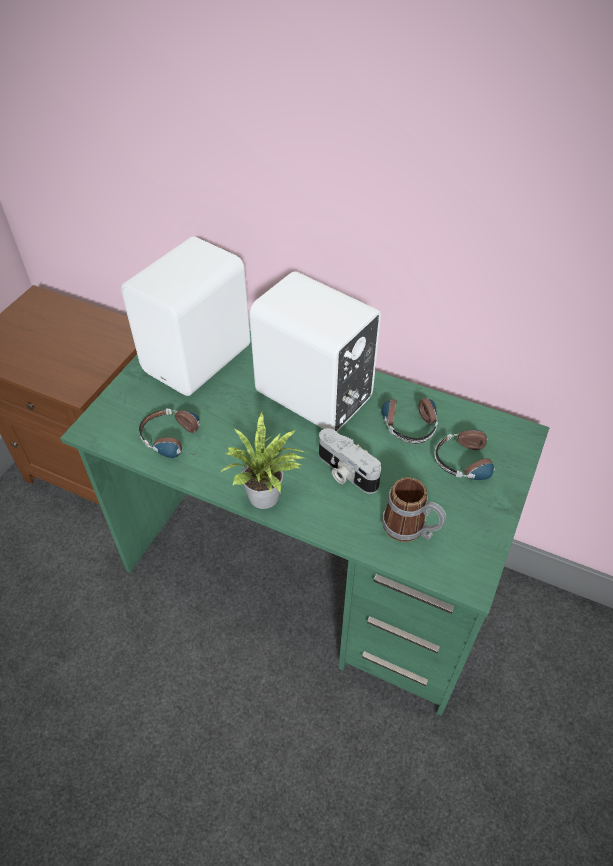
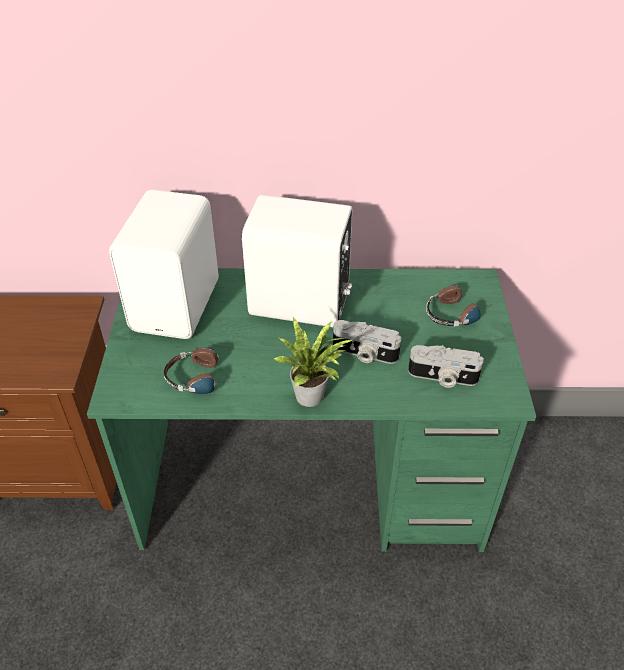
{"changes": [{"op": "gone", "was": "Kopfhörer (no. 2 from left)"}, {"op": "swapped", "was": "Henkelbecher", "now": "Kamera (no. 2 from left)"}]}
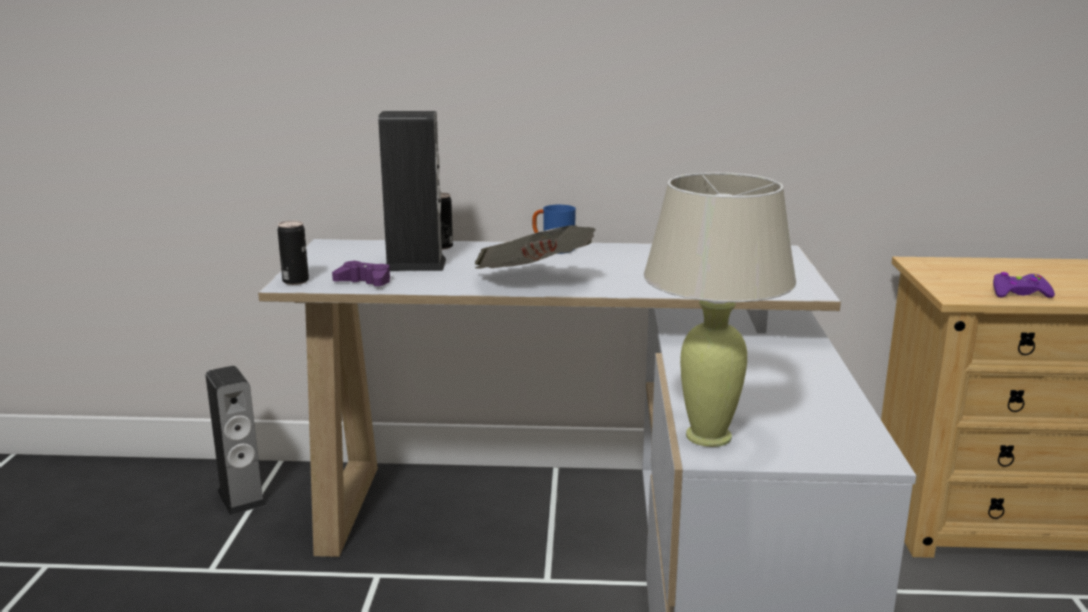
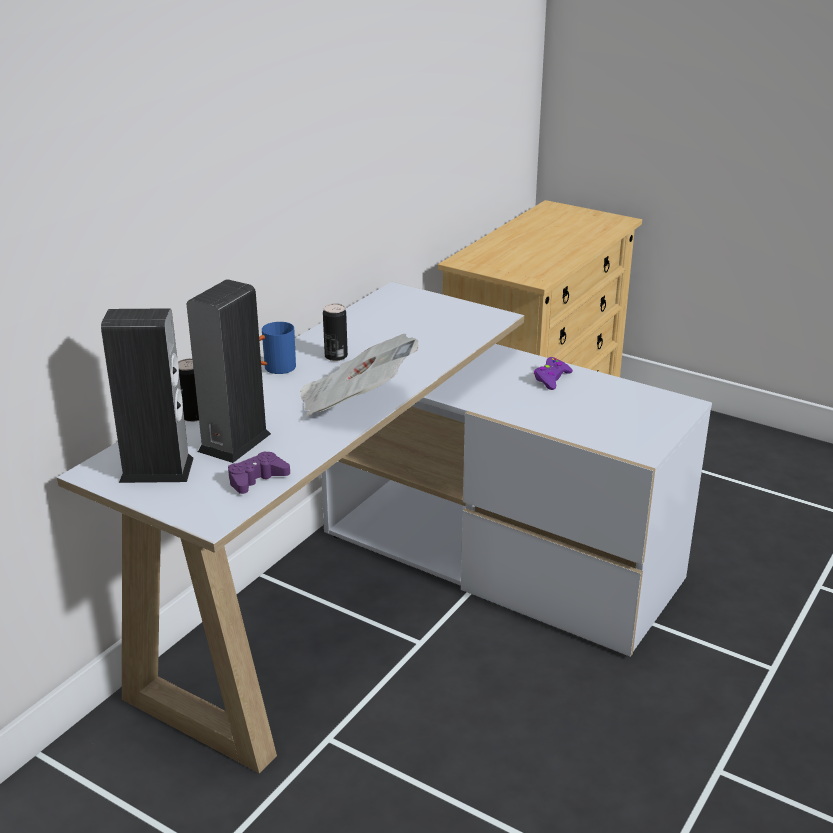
{"changes": [{"op": "shifted", "was": "Lautsprecher (no. 1 from left)"}, {"op": "shifted", "was": "Dose (no. 1 from left in the first image)", "now": "Dose (no. 2 from left)"}, {"op": "gone", "was": "Tischlampe (beige)"}, {"op": "shifted", "was": "Gamepad (lila) (no. 2 from left)"}]}
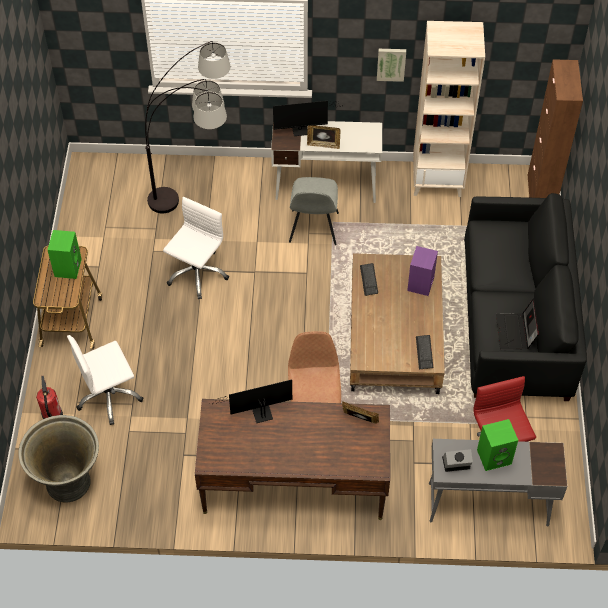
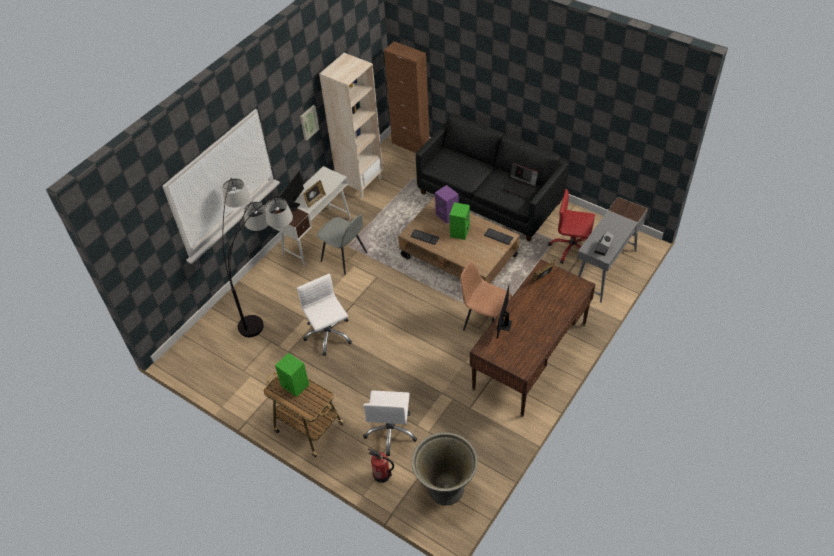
{"changes": [{"op": "shifted", "was": "Lautsprecher (grün) (no. 2 from left)"}]}
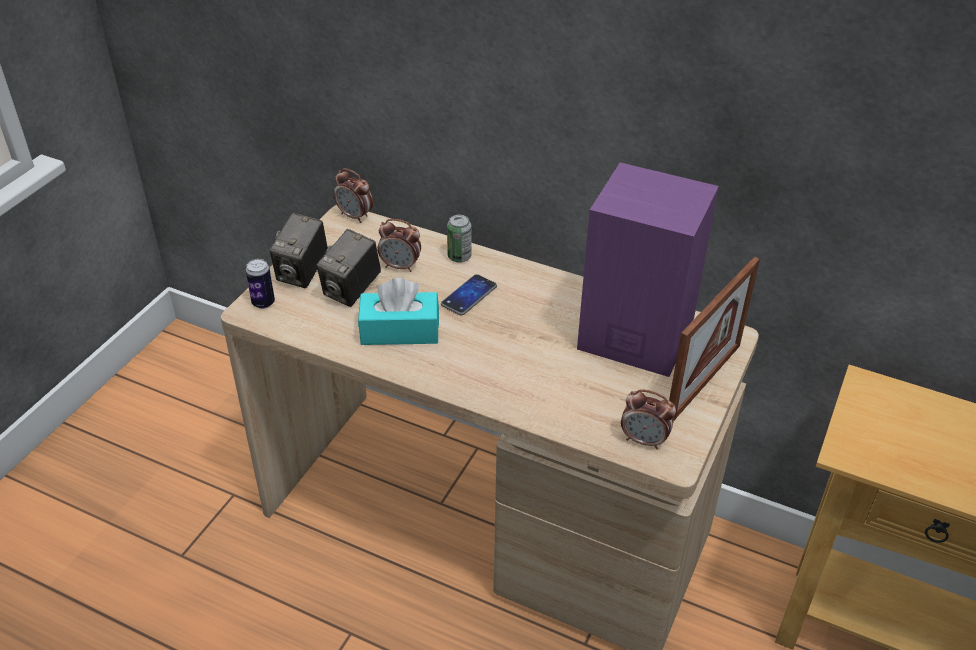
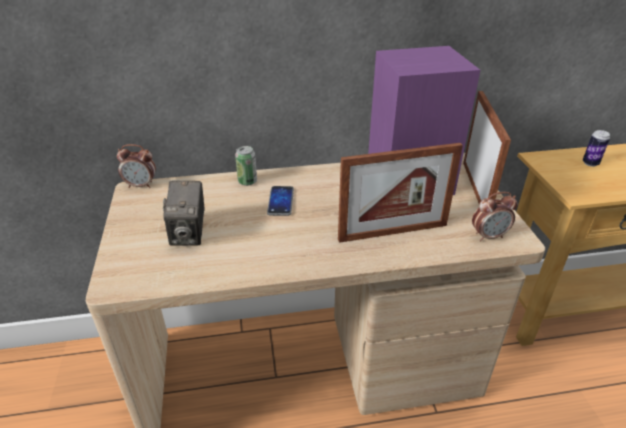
{"changes": [{"op": "shifted", "was": "Dose (no. 1 from left in the first image)", "now": "Dose (no. 2 from left)"}, {"op": "gone", "was": "Kamera (no. 1 from left)"}, {"op": "gone", "was": "Taschentuchbox (türkis)"}, {"op": "gone", "was": "Wecker (no. 2 from left)"}, {"op": "new", "now": "Bilderrahmen (no. 1 from left)"}]}
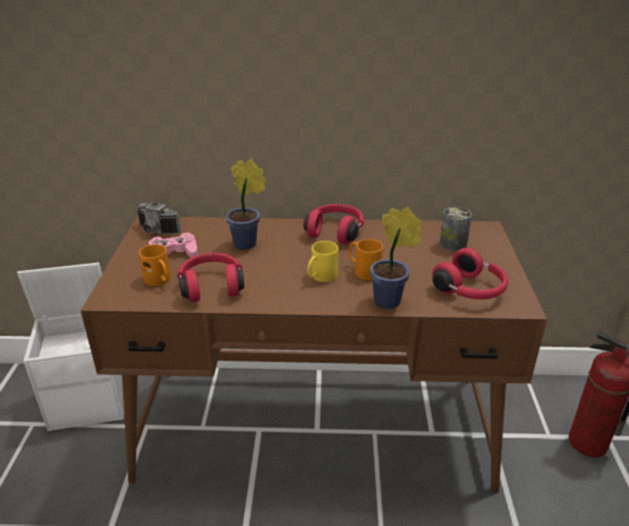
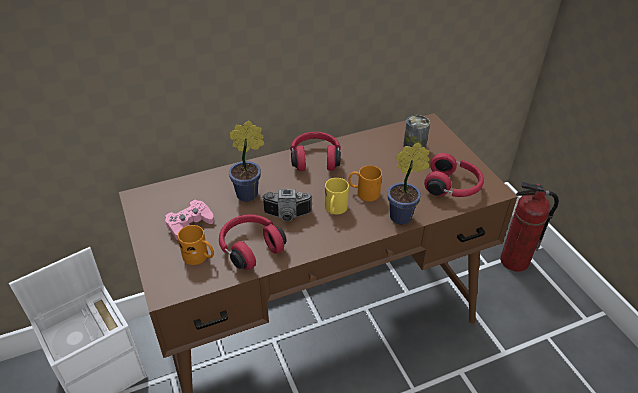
{"changes": [{"op": "shifted", "was": "Kamera"}]}
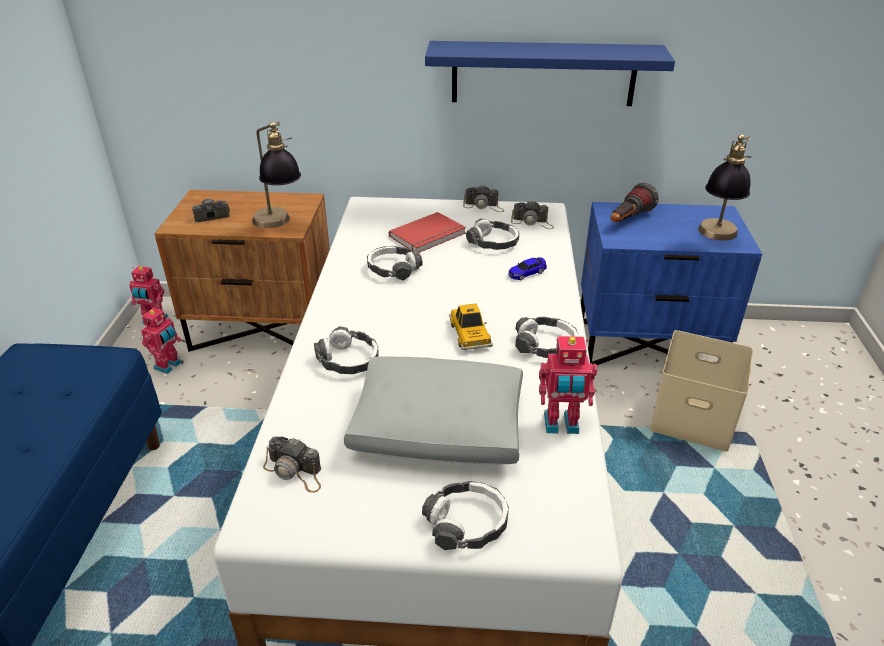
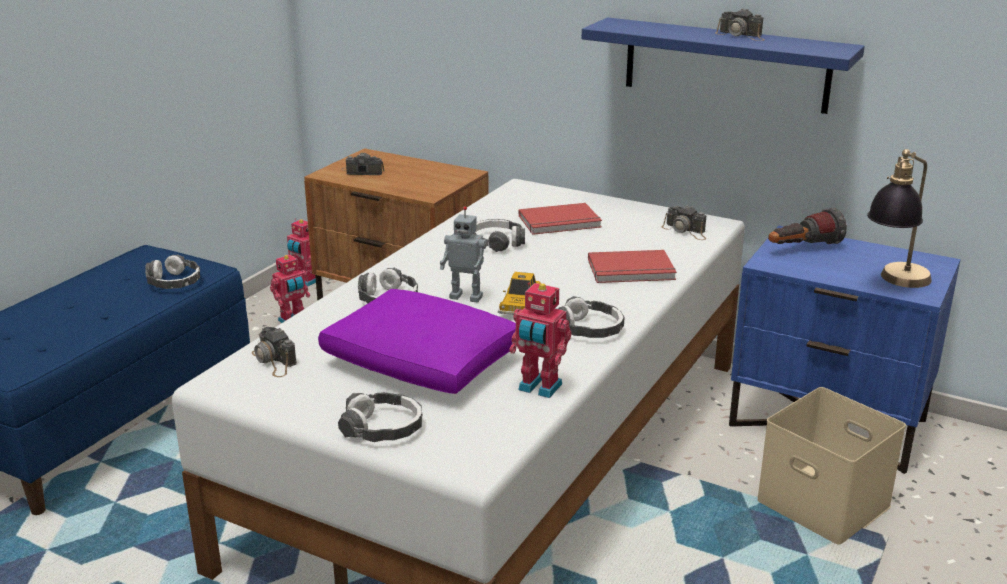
{"changes": [{"op": "gone", "was": "Tischlampe (no. 1 from left)"}, {"op": "repainted", "was": "Kissen (grau)", "now": "Kissen (lila)"}, {"op": "shifted", "was": "Kamera (no. 3 from left in the first image)", "now": "Kamera (no. 4 from left)"}, {"op": "shifted", "was": "Kopfhörer (no. 4 from left in the first image)", "now": "Kopfhörer (no. 1 from left)"}, {"op": "swapped", "was": "Spielzeugauto (no. 2 from left)", "now": "Buch (rot) (no. 2 from left)"}, {"op": "new", "now": "Spielzeugroboter (no. 3 from left)"}]}
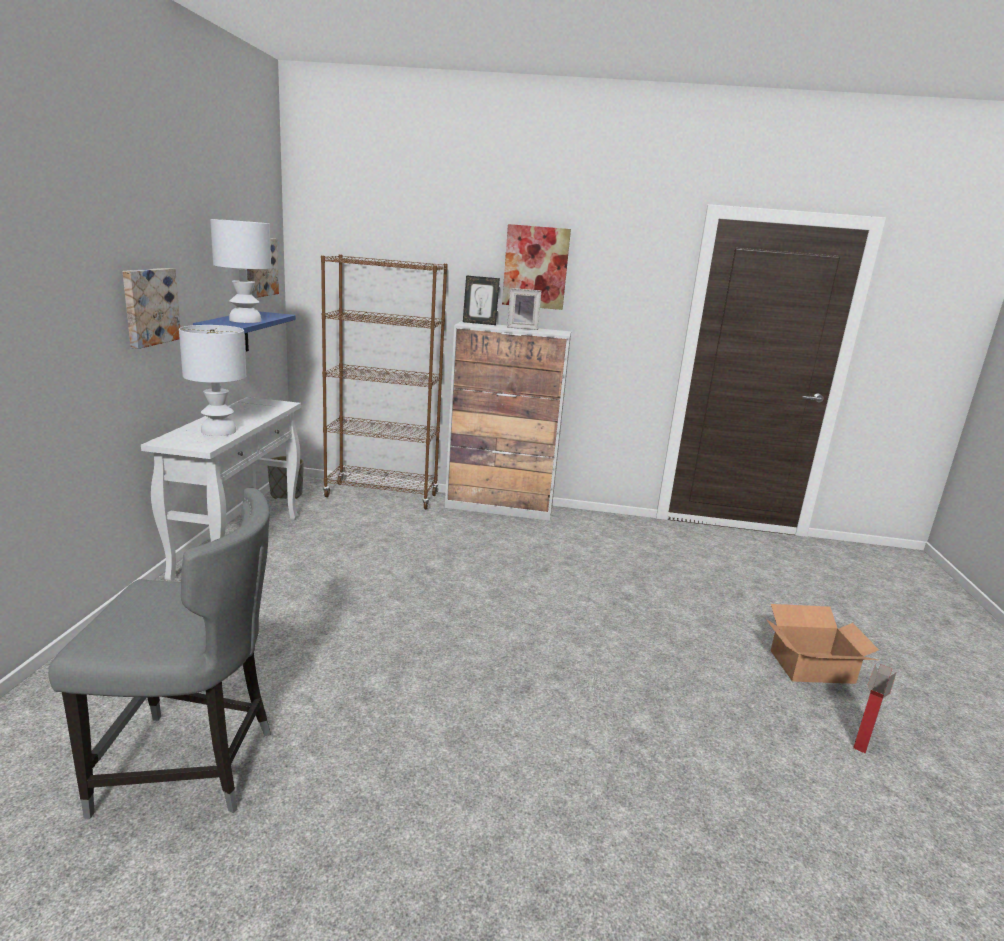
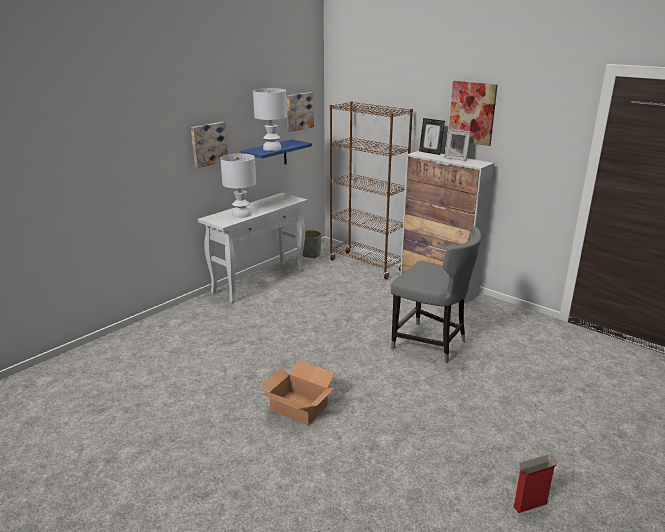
{"changes": [{"op": "shifted", "was": "Stuhl (grau)"}, {"op": "shifted", "was": "Karton (no. 1 from left)"}]}
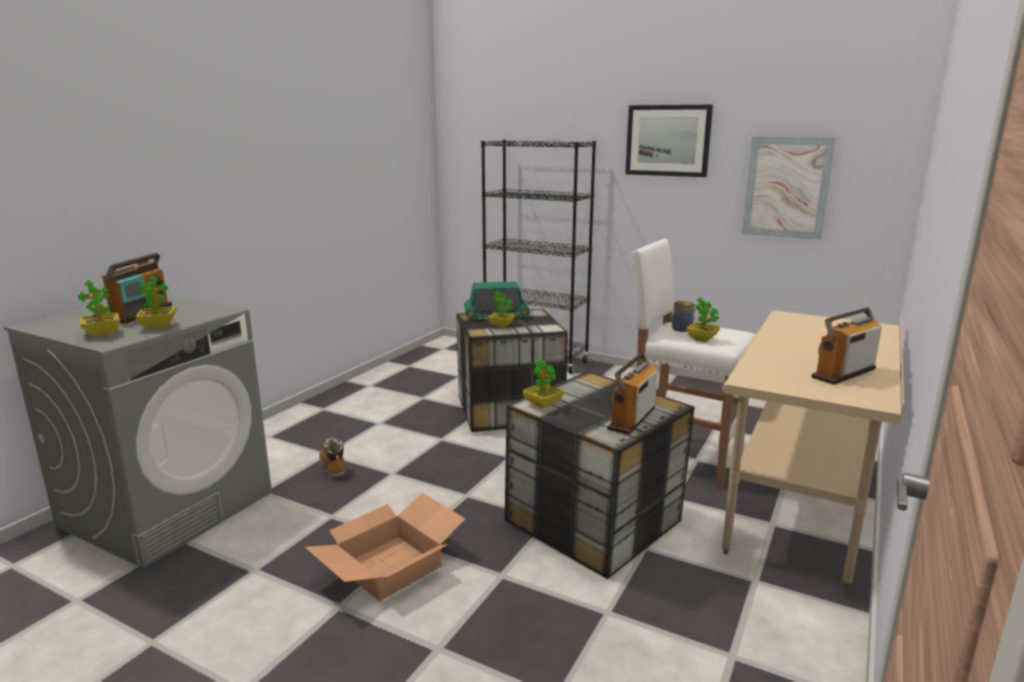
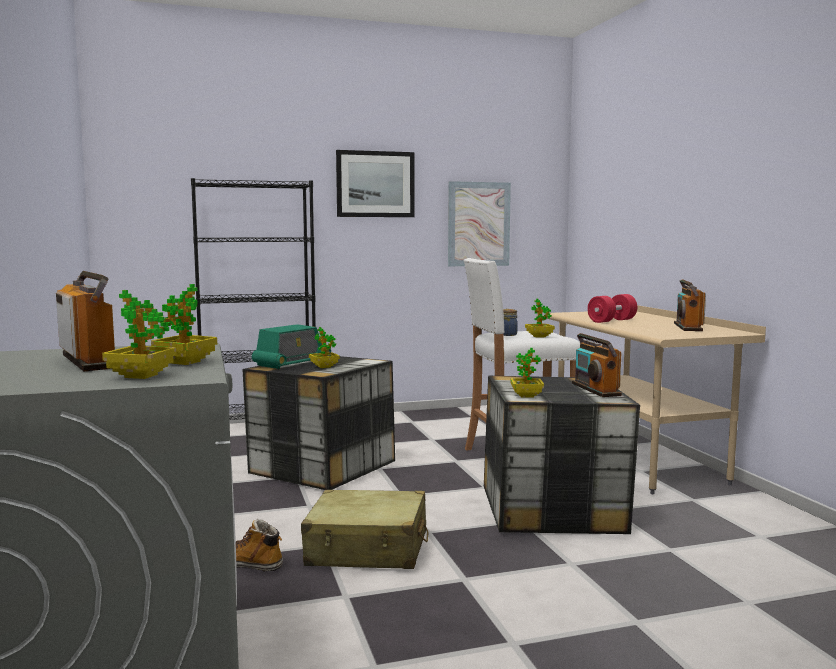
{"changes": [{"op": "gone", "was": "Karton"}, {"op": "new", "now": "Koffer (beige)"}, {"op": "new", "now": "Hantel (rot)"}]}
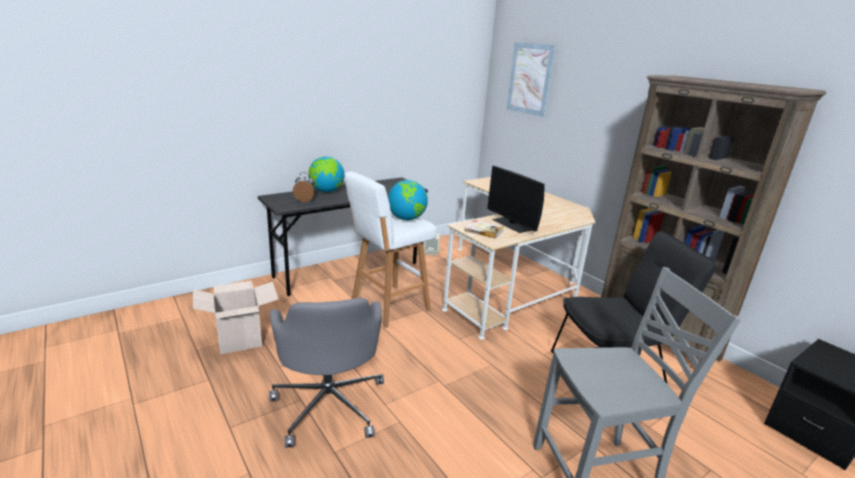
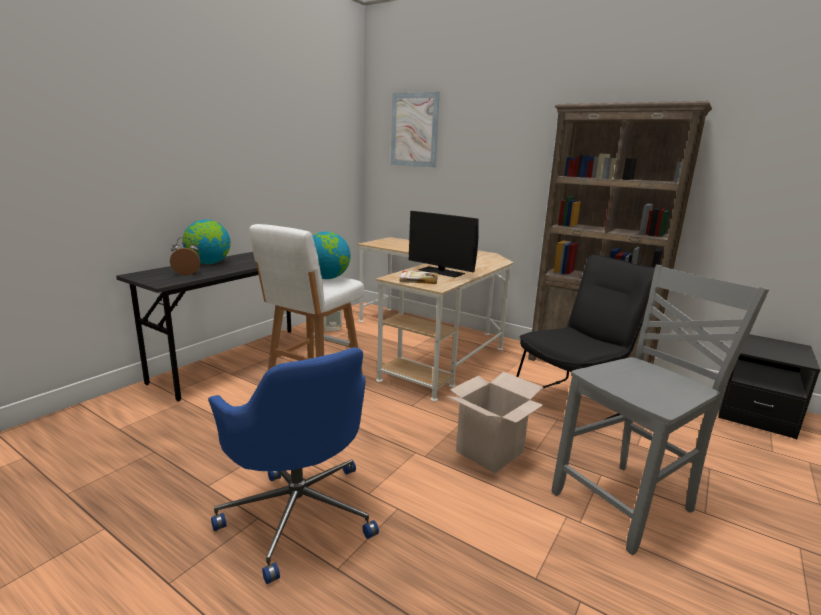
{"changes": [{"op": "shifted", "was": "Karton"}, {"op": "repainted", "was": "Bürostuhl (grau)", "now": "Bürostuhl (blau)"}]}
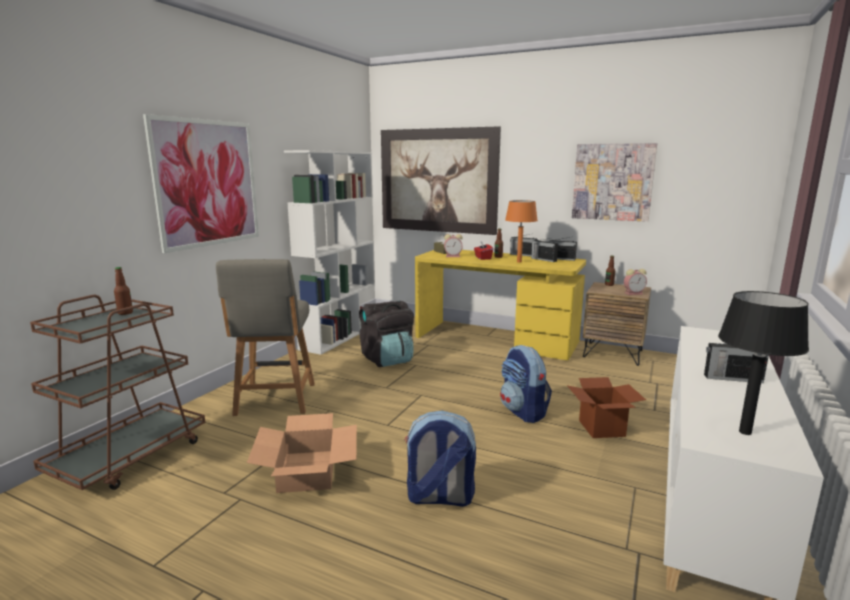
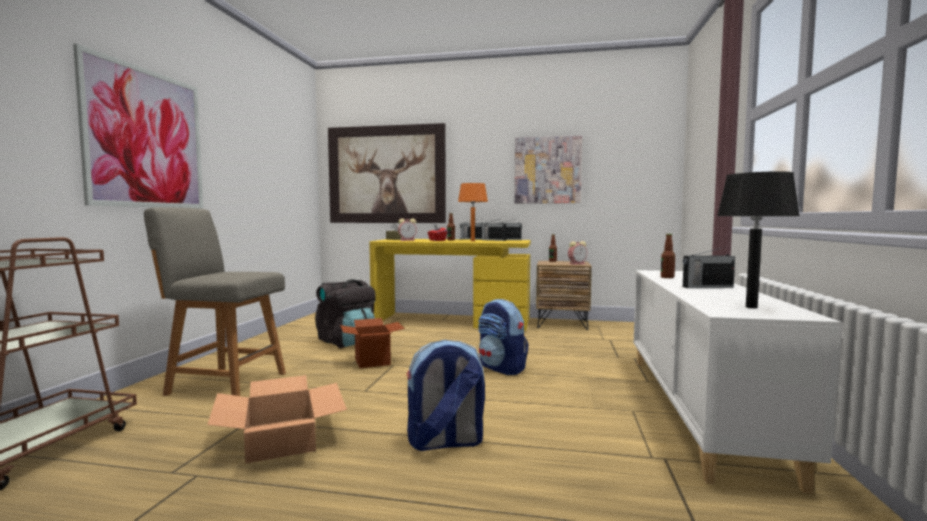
{"changes": [{"op": "shifted", "was": "Flasche (no. 1 from left in the first image)", "now": "Flasche (no. 3 from left)"}, {"op": "rotated", "was": "Stuhl (grau)", "clockwise": 120}, {"op": "gone", "was": "Bücherregal (weiß)"}, {"op": "shifted", "was": "Karton (no. 2 from left)"}]}
